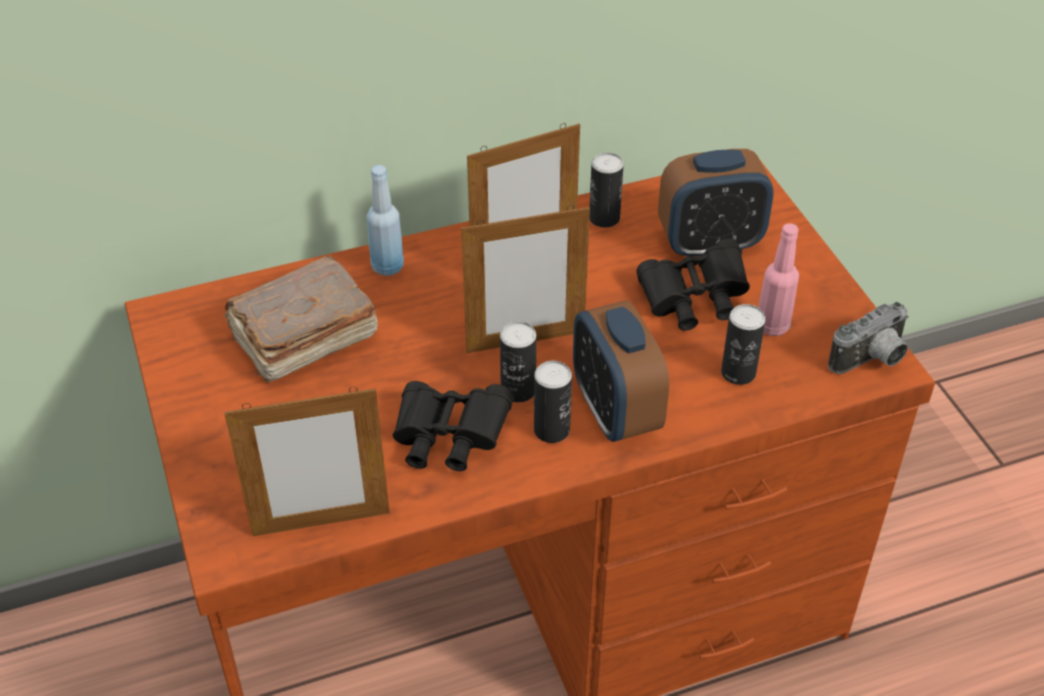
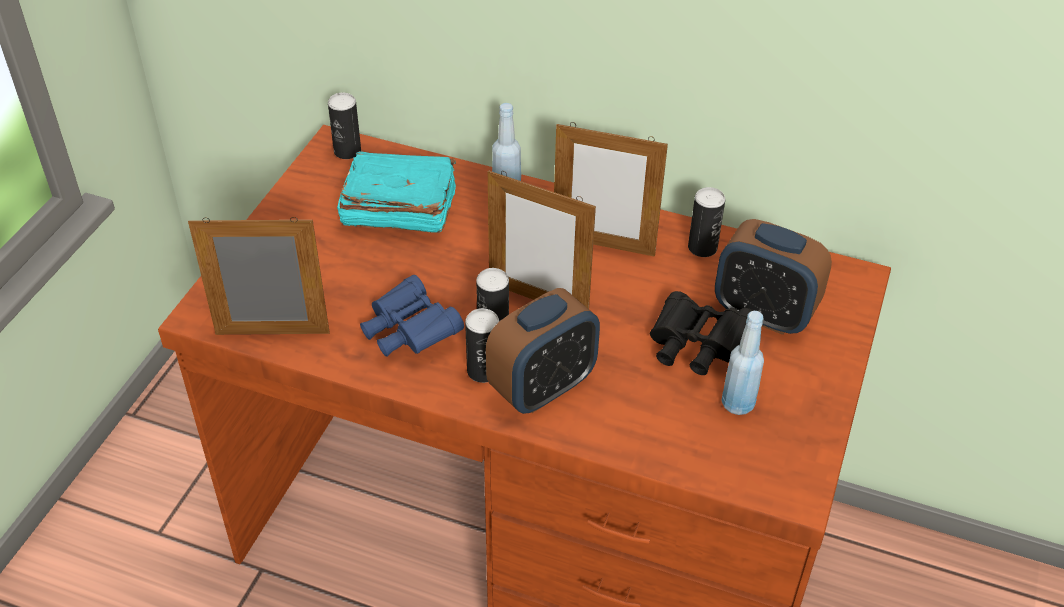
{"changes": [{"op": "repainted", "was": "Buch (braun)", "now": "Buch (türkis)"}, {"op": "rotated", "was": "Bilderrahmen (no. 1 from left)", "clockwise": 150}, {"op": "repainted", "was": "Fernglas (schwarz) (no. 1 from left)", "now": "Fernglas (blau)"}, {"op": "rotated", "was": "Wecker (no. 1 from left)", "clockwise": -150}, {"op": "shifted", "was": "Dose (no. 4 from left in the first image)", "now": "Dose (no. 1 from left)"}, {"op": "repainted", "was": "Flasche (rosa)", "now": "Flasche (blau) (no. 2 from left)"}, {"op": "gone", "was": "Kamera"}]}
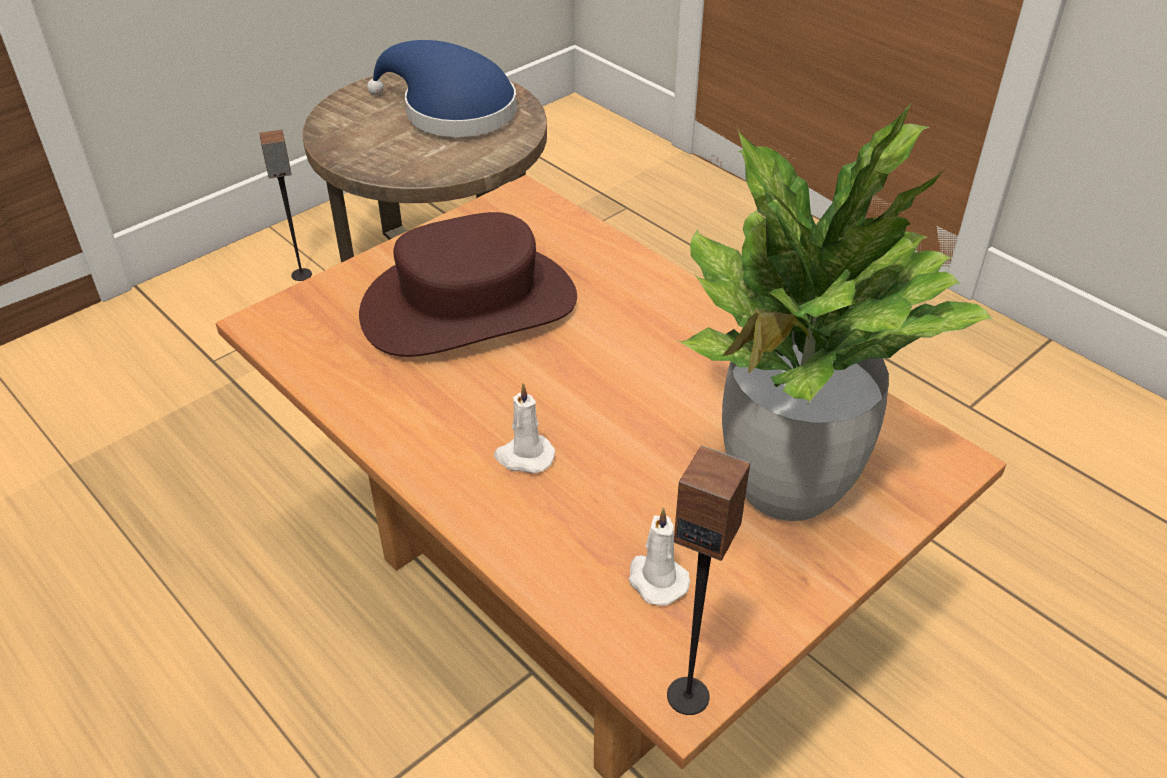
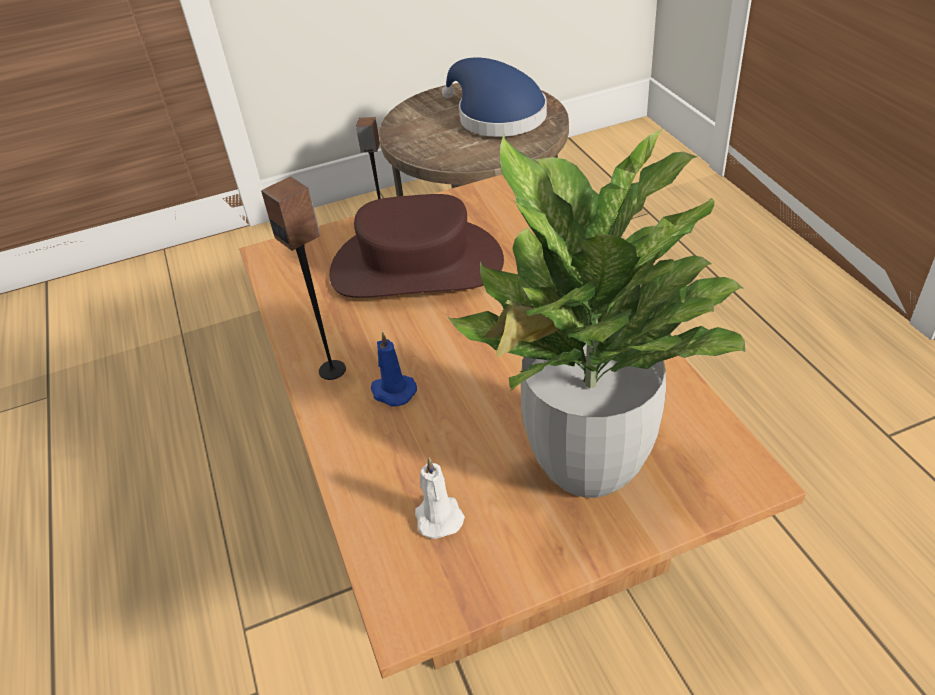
{"changes": [{"op": "repainted", "was": "Kerze (weiß) (no. 1 from left)", "now": "Kerze (blau)"}, {"op": "shifted", "was": "Lautsprecher (no. 2 from left in the first image)", "now": "Lautsprecher (no. 1 from left)"}]}
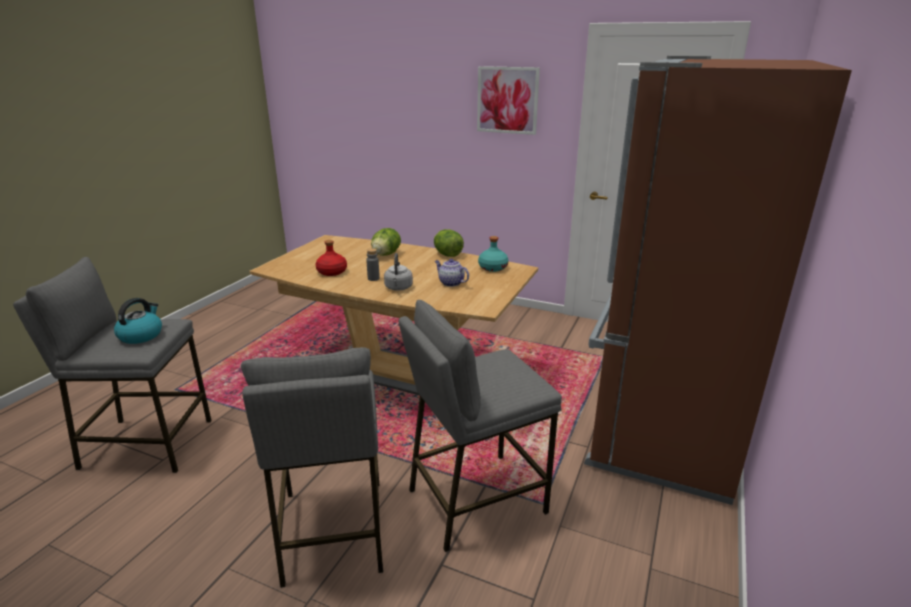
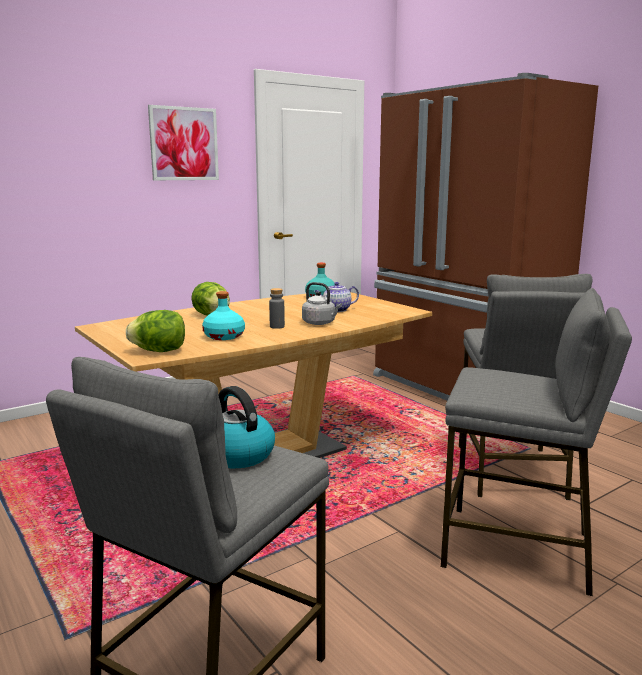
{"changes": [{"op": "repainted", "was": "Flasche (rot)", "now": "Flasche (türkis) (no. 1 from left)"}, {"op": "shifted", "was": "Salatkopf (no. 2 from left in the first image)", "now": "Salatkopf (no. 1 from left)"}]}
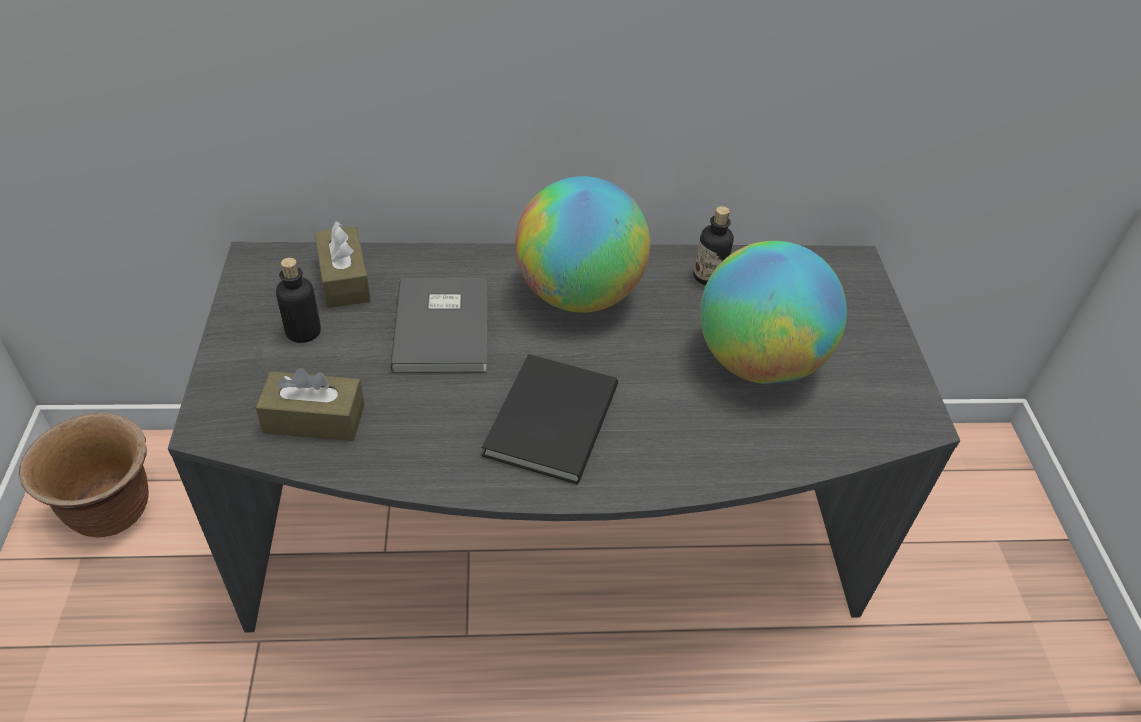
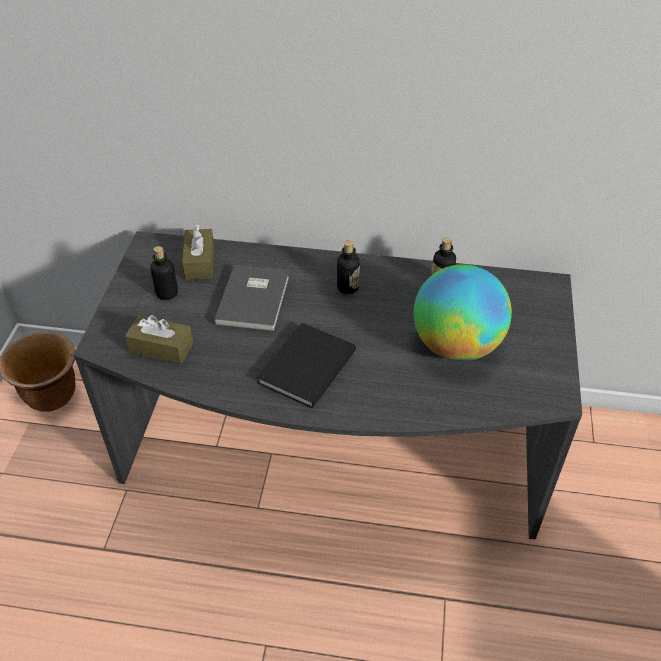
{"changes": [{"op": "swapped", "was": "Globus (no. 1 from left)", "now": "Flasche (no. 2 from left)"}]}
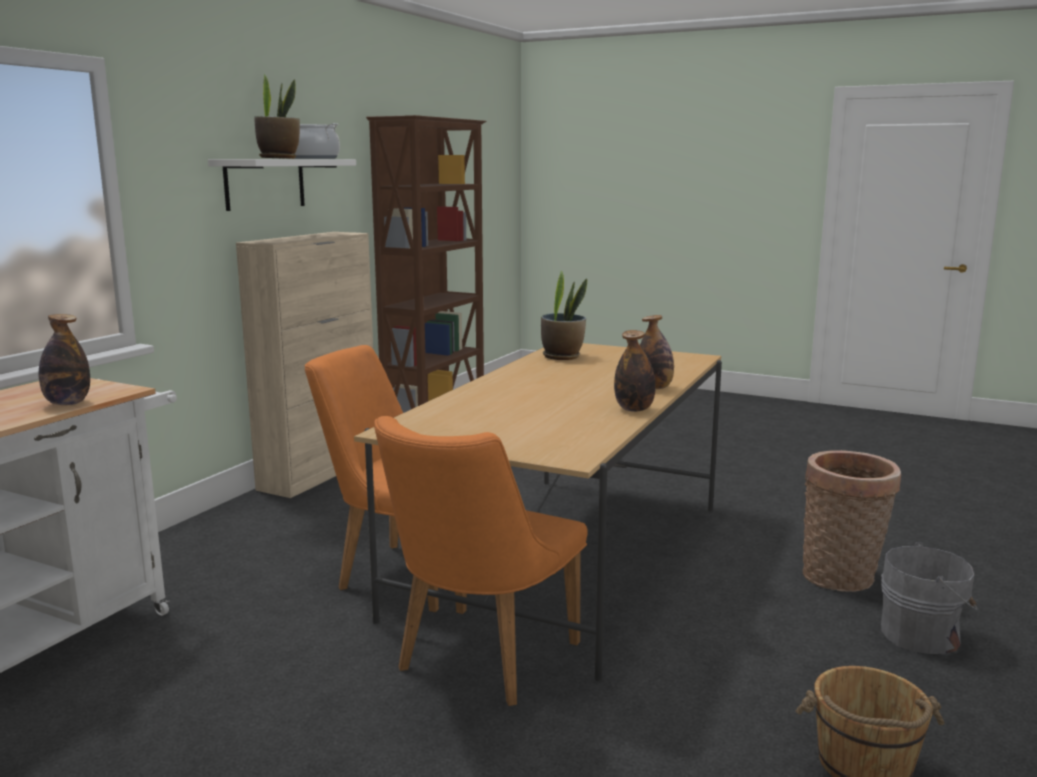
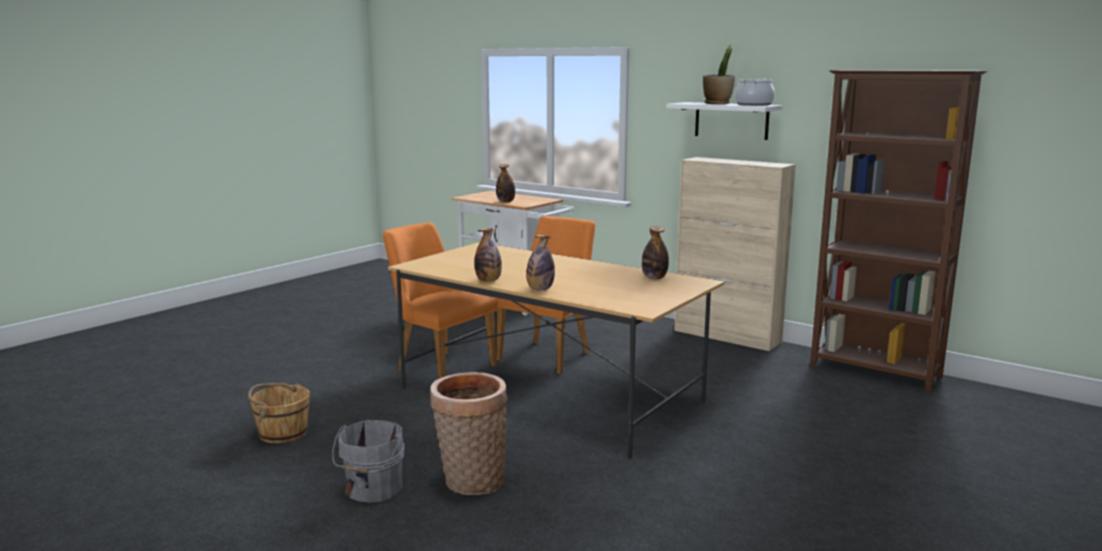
{"changes": [{"op": "swapped", "was": "Topfpflanze (no. 2 from left)", "now": "Flasche (no. 4 from left)"}]}
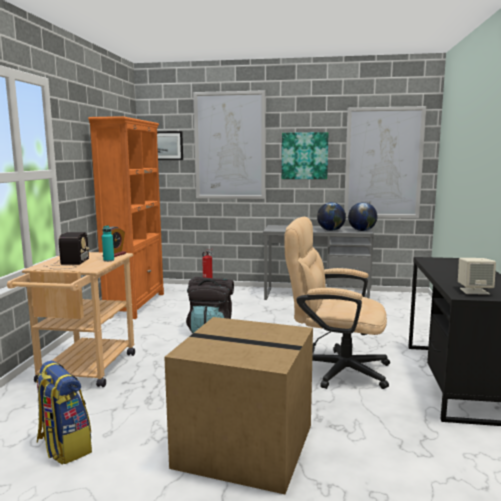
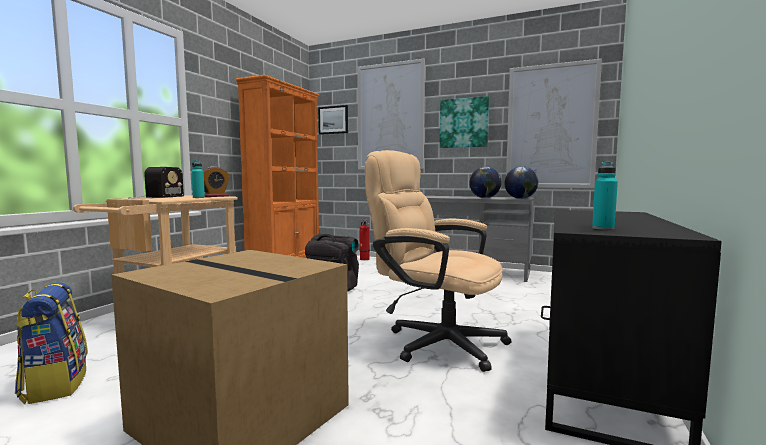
{"changes": [{"op": "swapped", "was": "Lautsprecher (beige)", "now": "Flasche (türkis) (no. 2 from left)"}]}
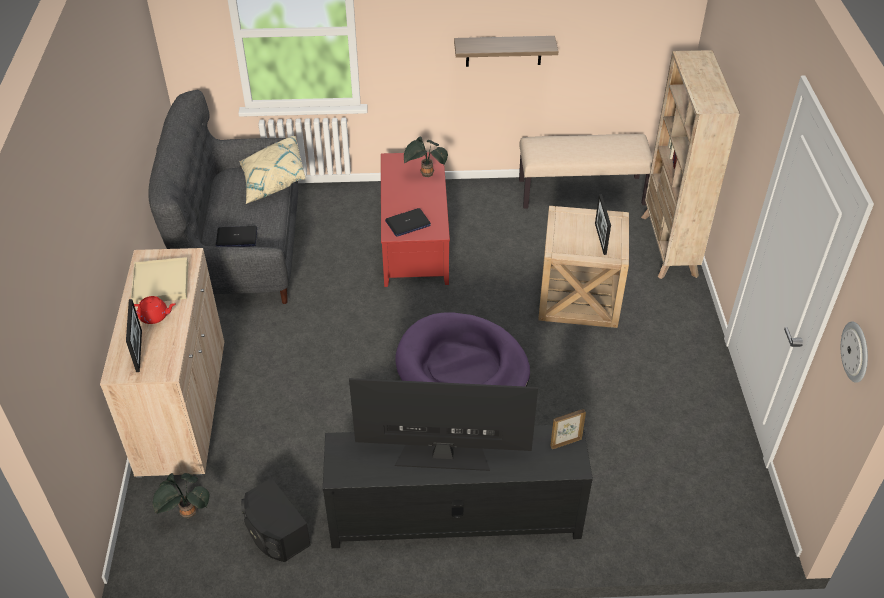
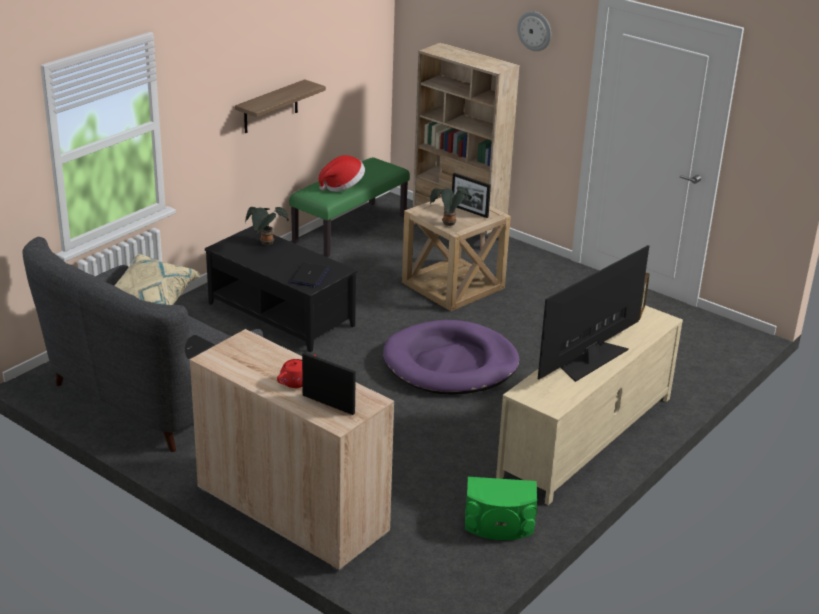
{"changes": [{"op": "gone", "was": "Tablett (beige)"}, {"op": "shifted", "was": "Topfpflanze (no. 1 from left in the first image)", "now": "Topfpflanze (no. 2 from left)"}, {"op": "repainted", "was": "Lautsprecher (schwarz)", "now": "Lautsprecher (grün)"}, {"op": "repainted", "was": "Fernsehschrank (schwarz)", "now": "Fernsehschrank (beige)"}, {"op": "repainted", "was": "Couchtisch (rot)", "now": "Couchtisch (schwarz)"}, {"op": "repainted", "was": "Bank (beige)", "now": "Bank (grün)"}, {"op": "shifted", "was": "Wanduhr"}, {"op": "new", "now": "Hut"}]}
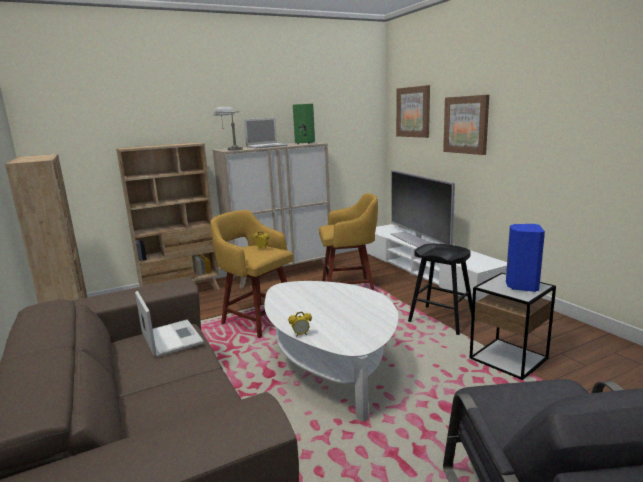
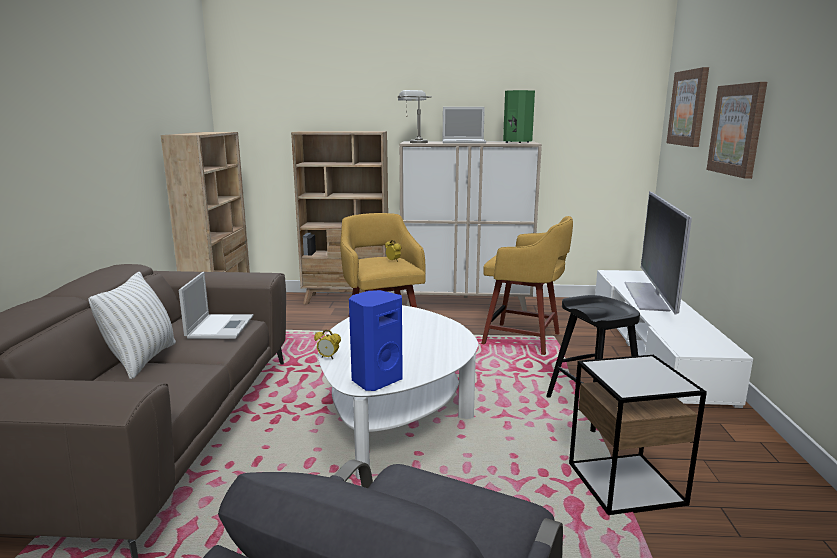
{"changes": [{"op": "shifted", "was": "Lautsprecher (blau)"}, {"op": "new", "now": "Kissen (weiß)"}]}
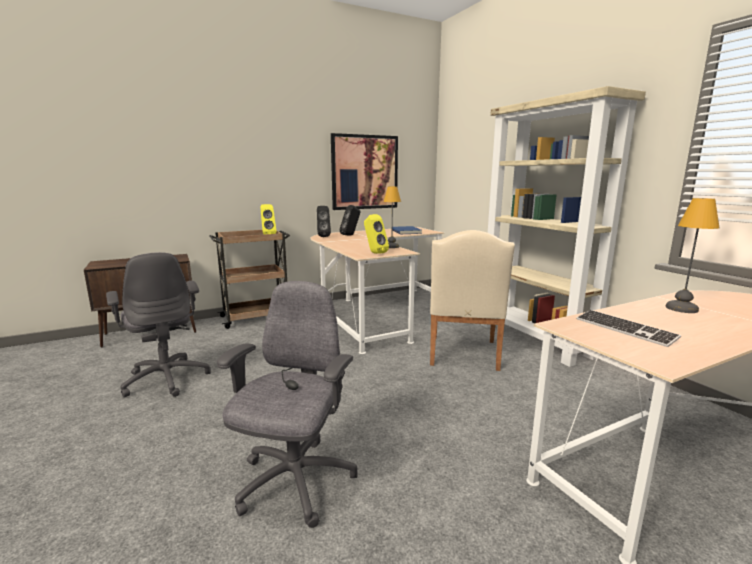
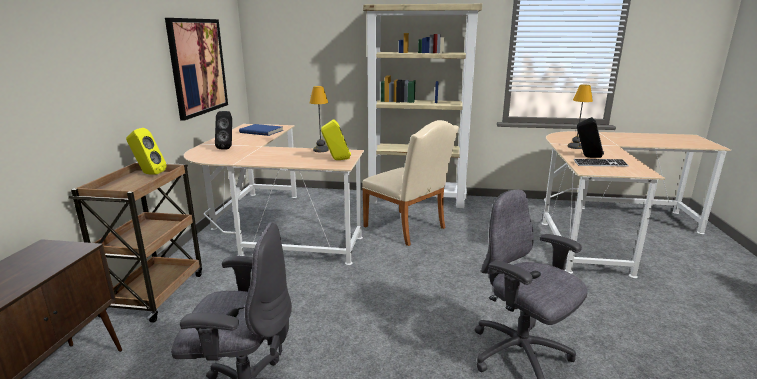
{"changes": [{"op": "shifted", "was": "Lautsprecher (schwarz) (no. 1 from left in the first image)", "now": "Lautsprecher (schwarz) (no. 2 from left)"}]}
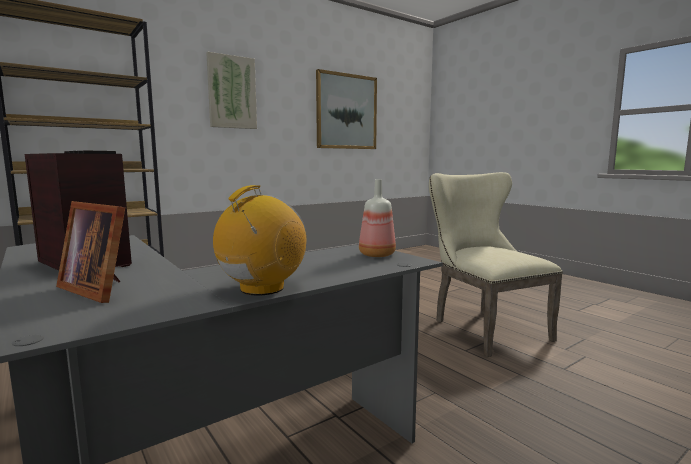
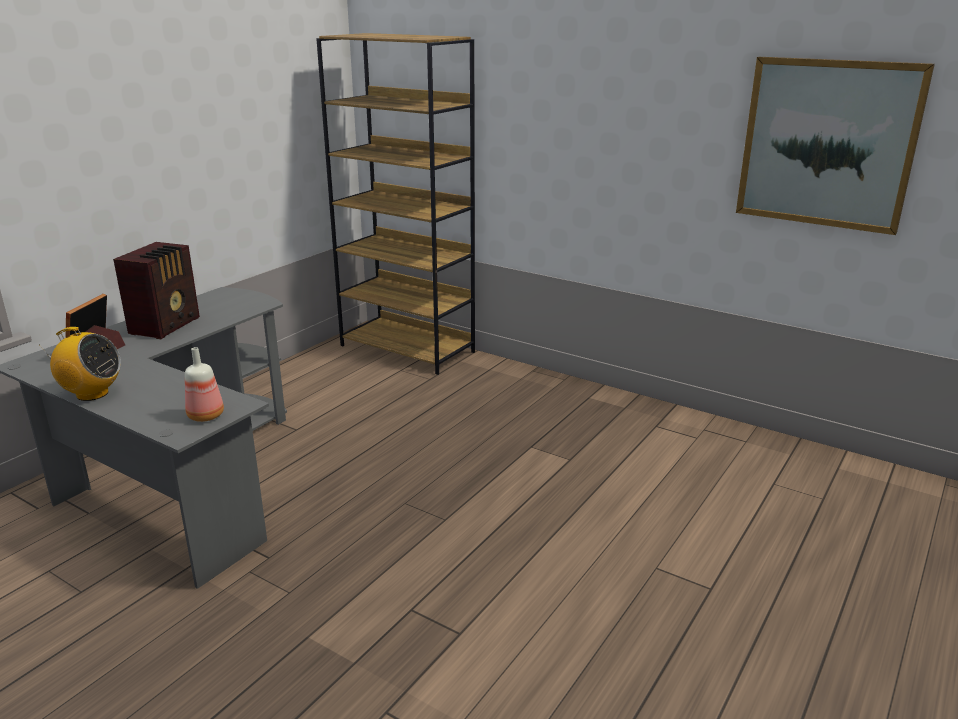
{"changes": [{"op": "gone", "was": "Bild (no. 1 from left)"}, {"op": "gone", "was": "Stuhl (beige)"}]}
